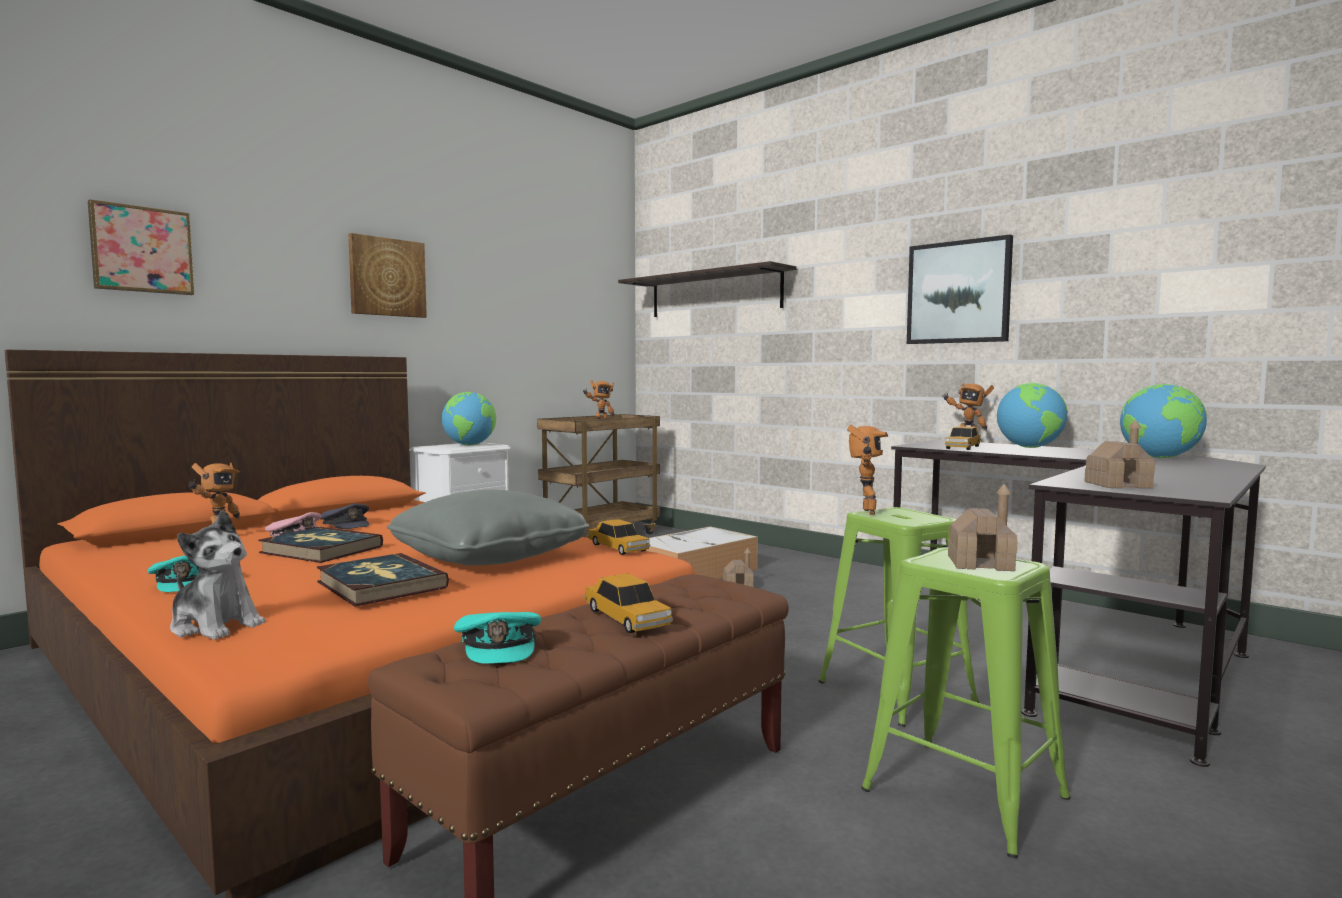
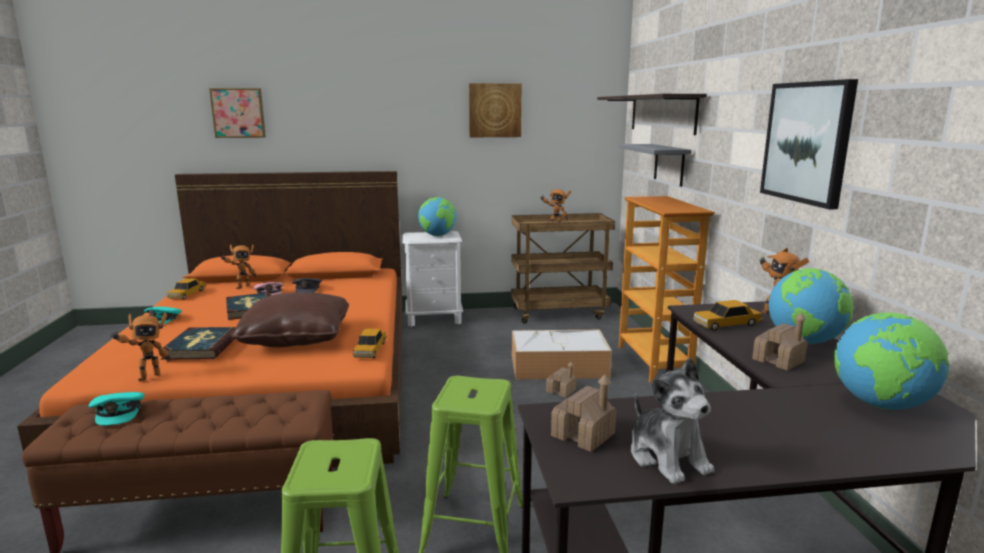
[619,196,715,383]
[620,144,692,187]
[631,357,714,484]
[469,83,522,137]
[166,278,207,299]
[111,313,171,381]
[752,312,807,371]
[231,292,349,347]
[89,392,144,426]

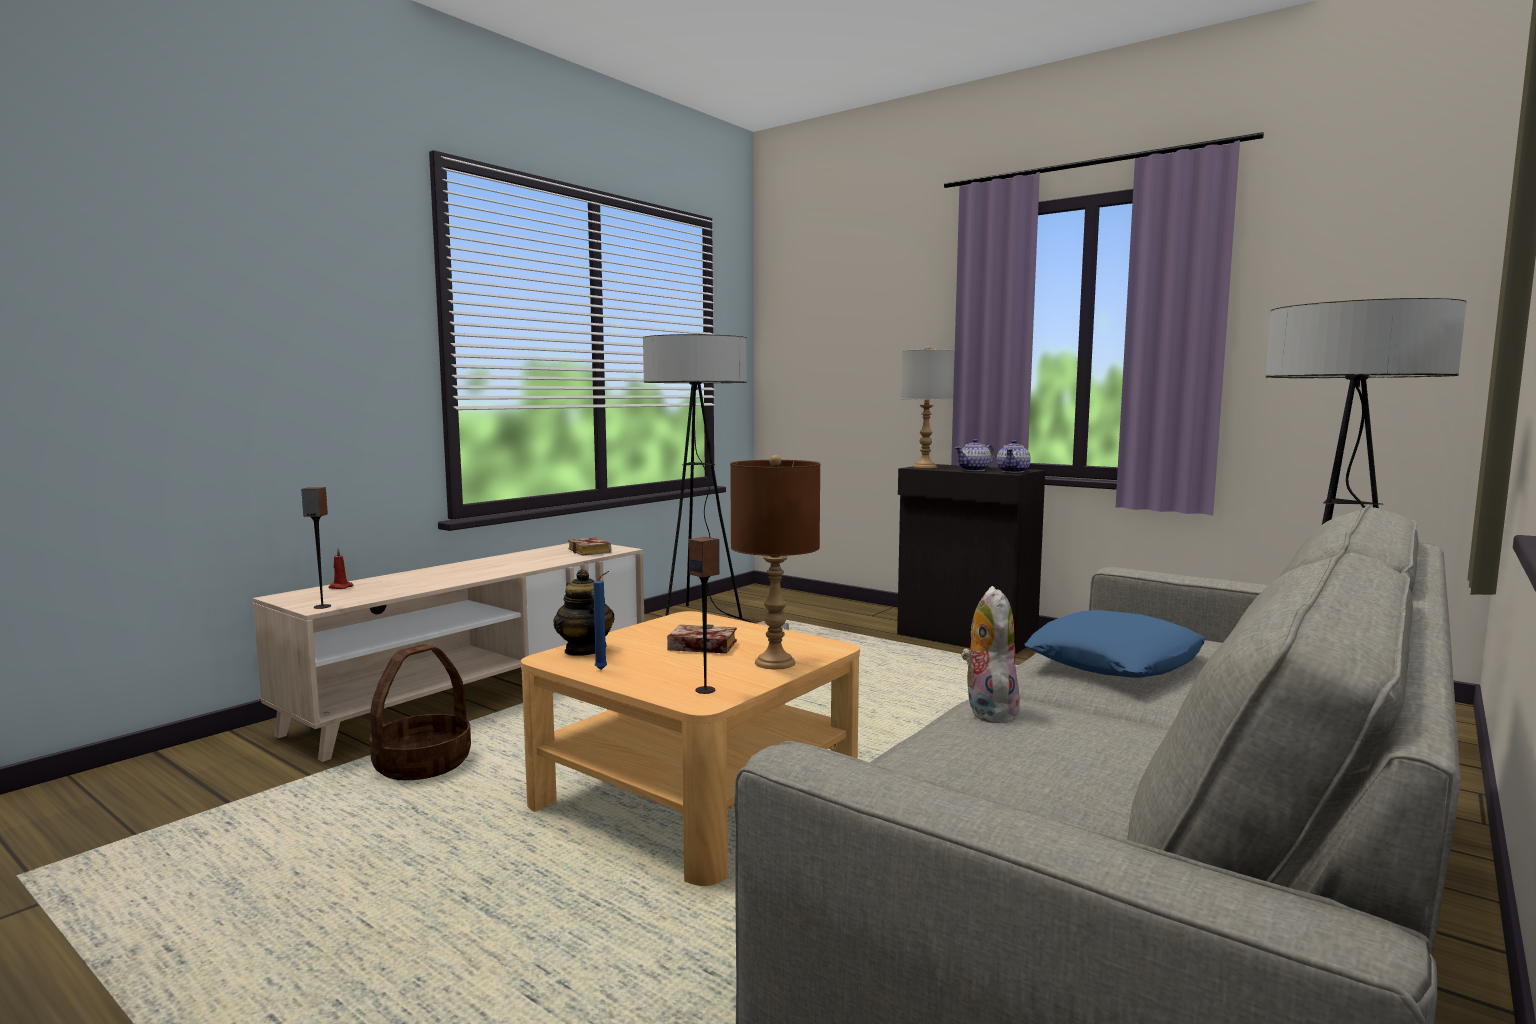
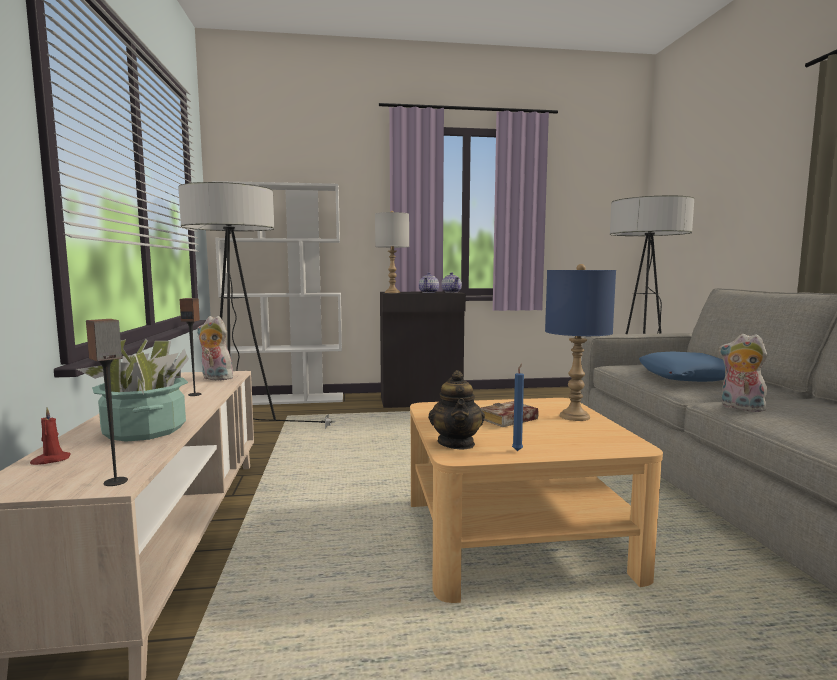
[370,644,471,780] (first image)
[77,339,189,442]
[212,181,343,405]
[180,298,201,396]
[197,316,235,380]
[545,264,616,421]
[428,370,485,449]

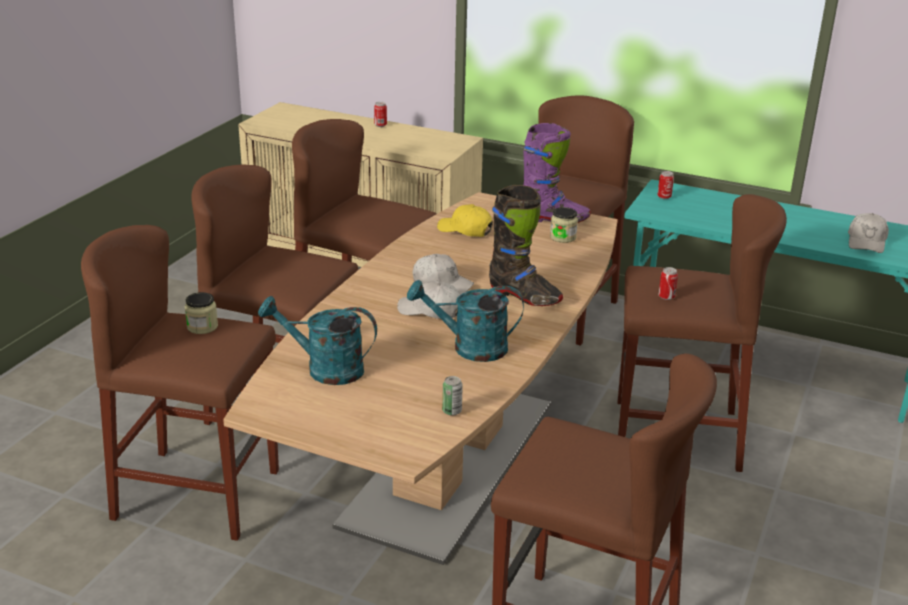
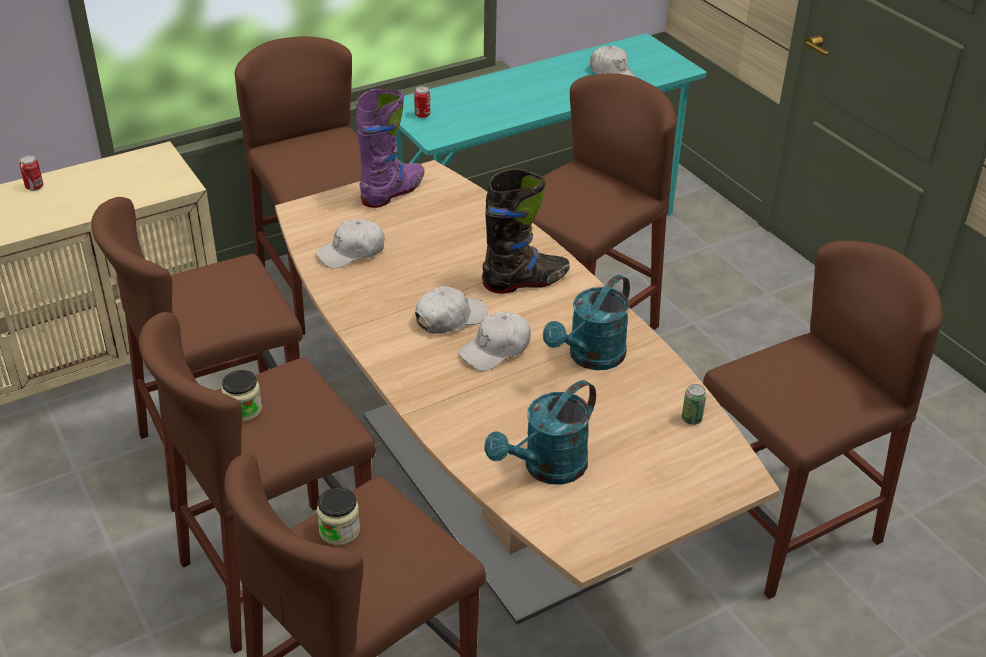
[659,267,678,300] (first image)
[221,370,262,422]
[316,219,385,269]

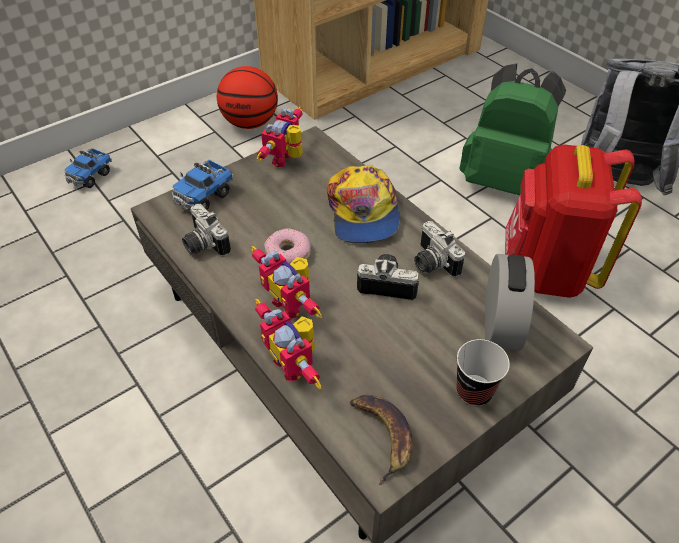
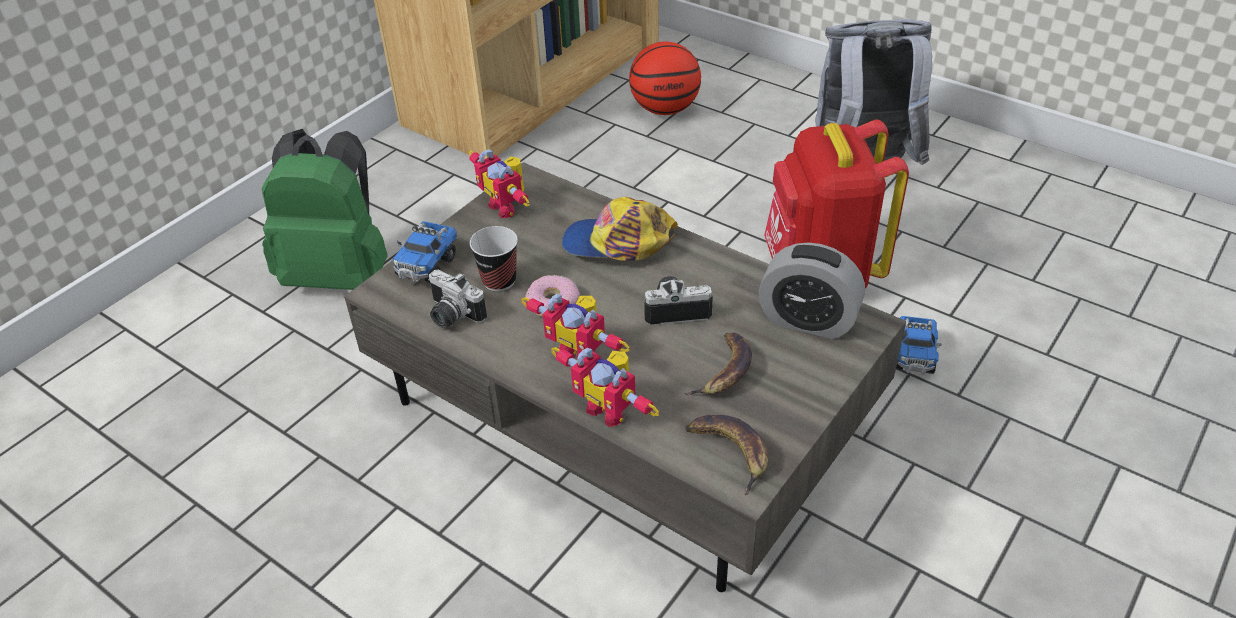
[414,221,465,277] (first image)
[684,333,752,396]
[896,316,942,375]
[629,42,701,115]
[470,226,518,292]
[262,129,388,290]
[468,149,530,218]
[562,197,678,261]
[759,242,865,339]

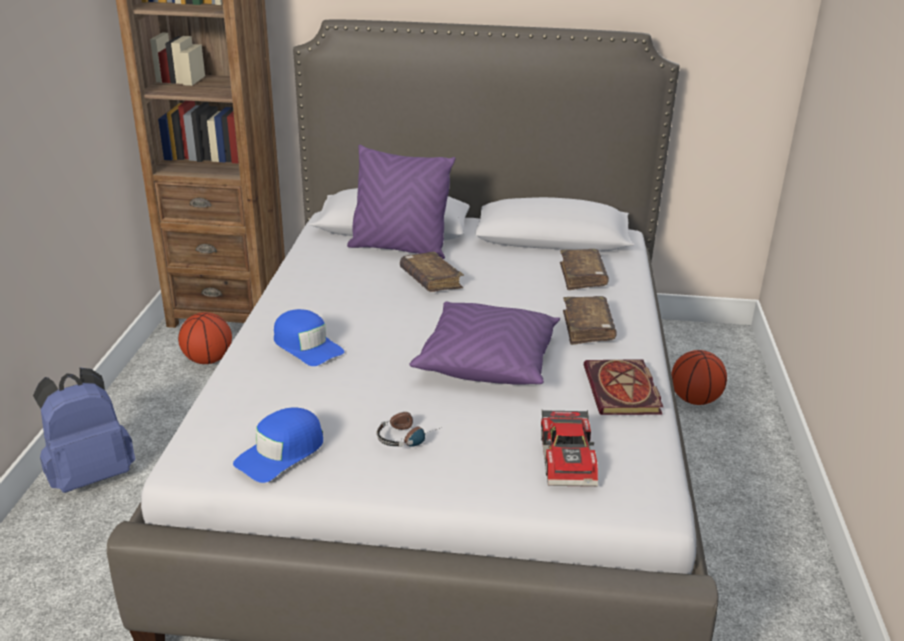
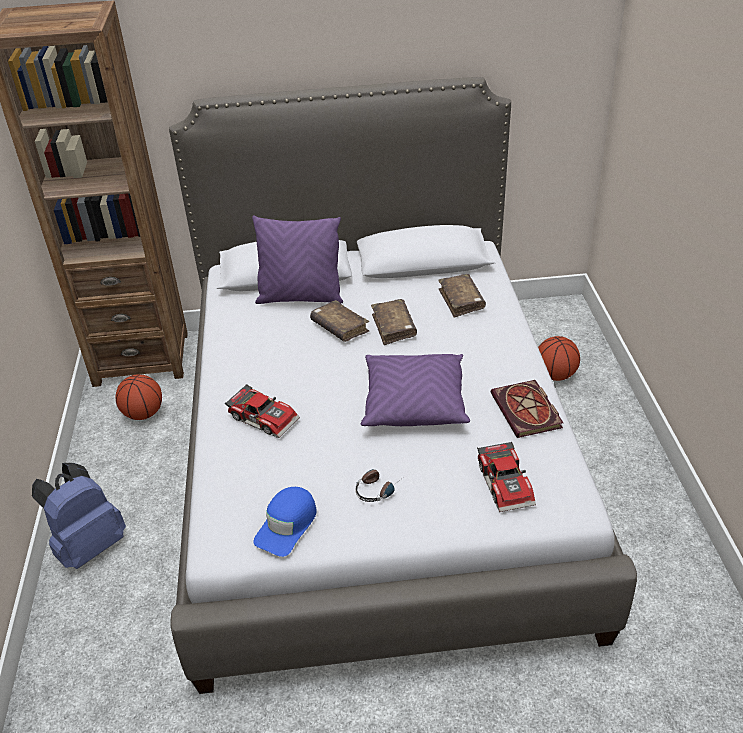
[371,299,417,345]
[225,384,300,438]

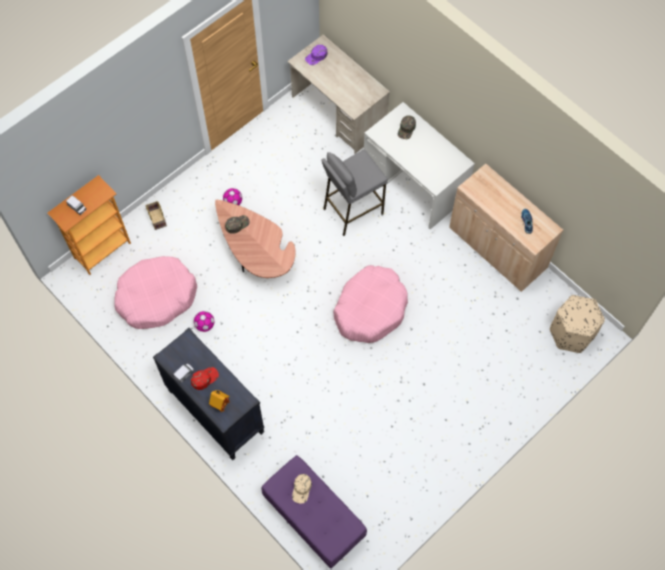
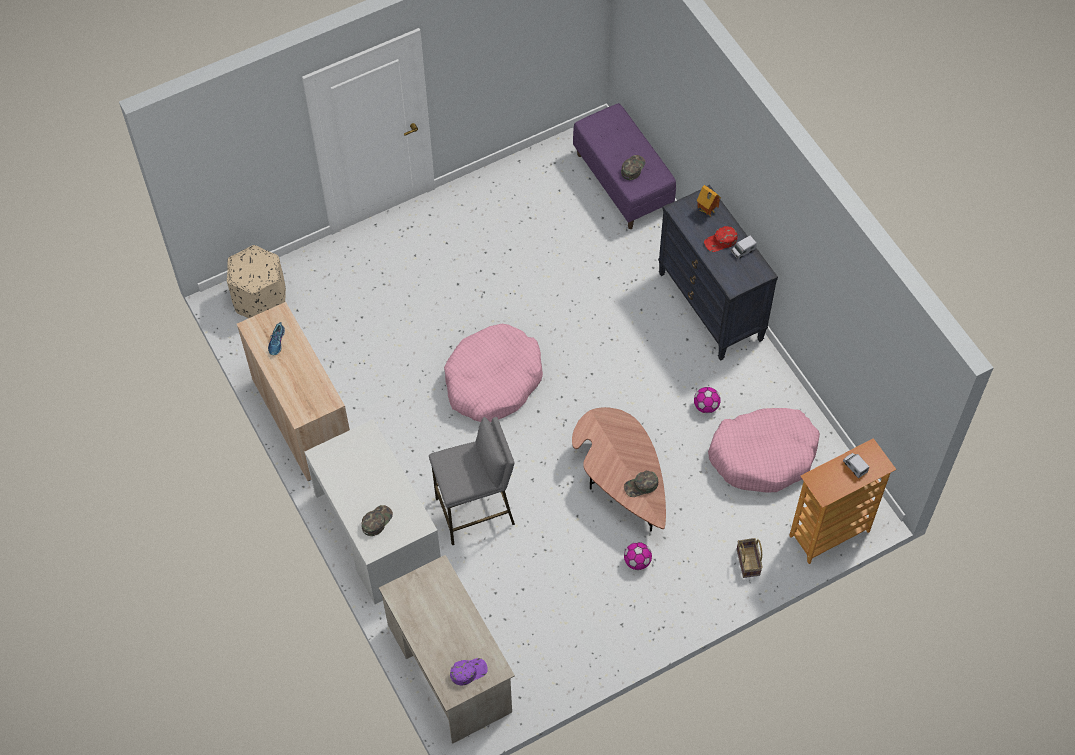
[621,155,645,180]

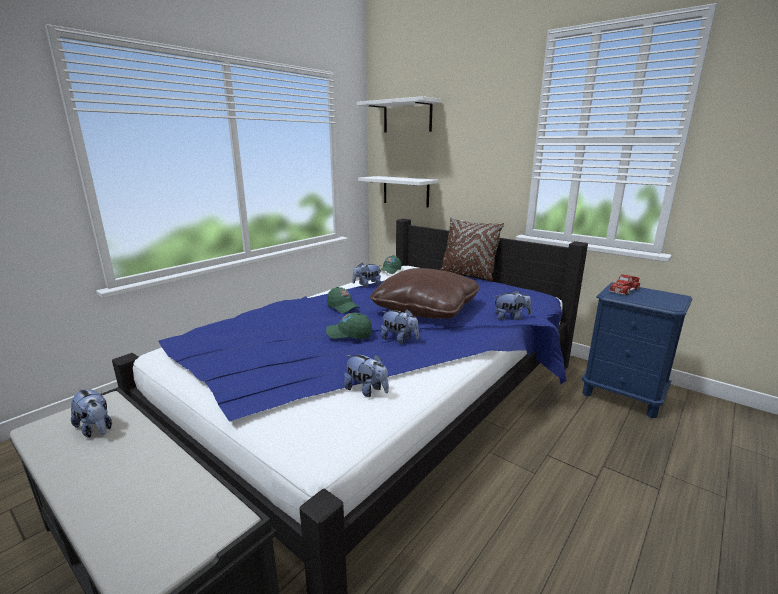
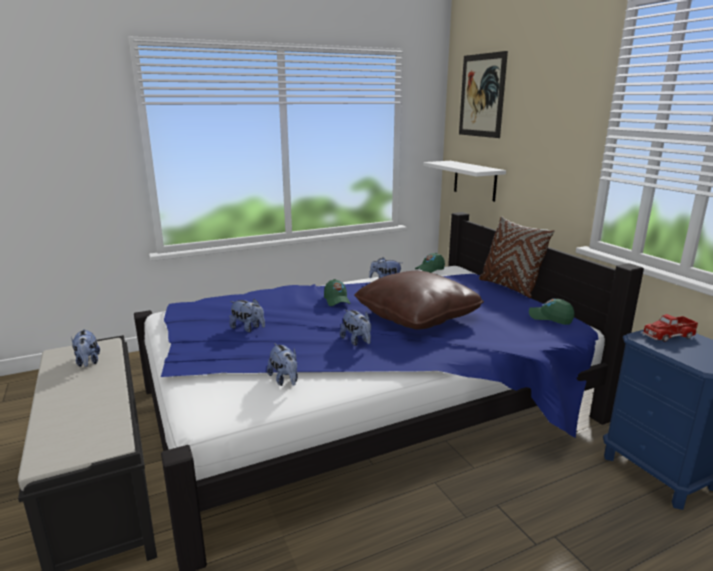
[529,299,575,325]
[229,299,265,332]
[459,51,508,138]

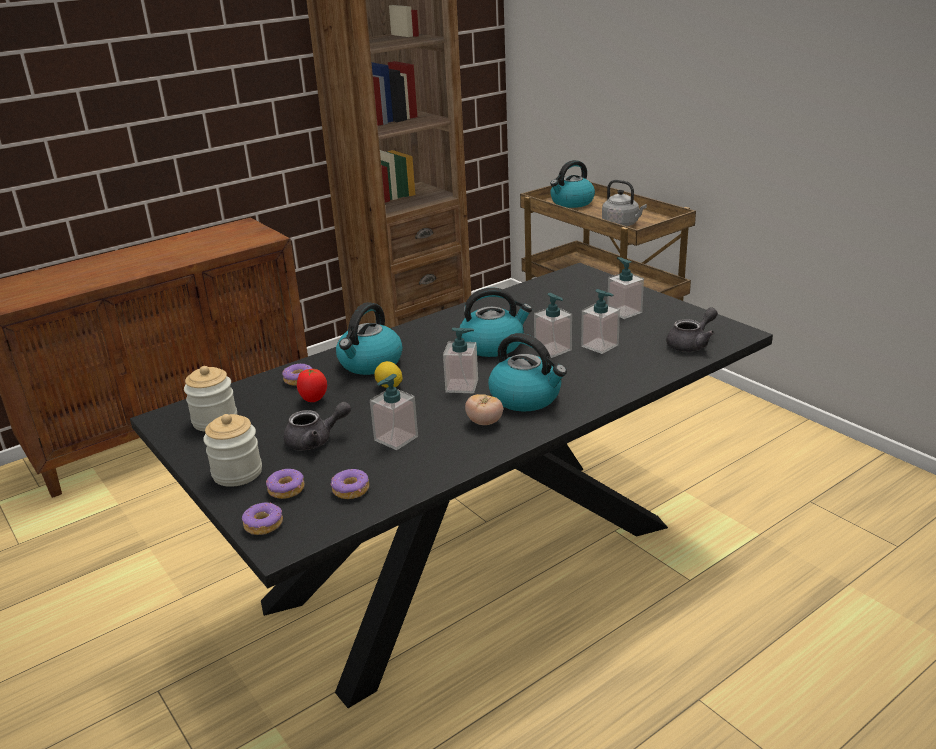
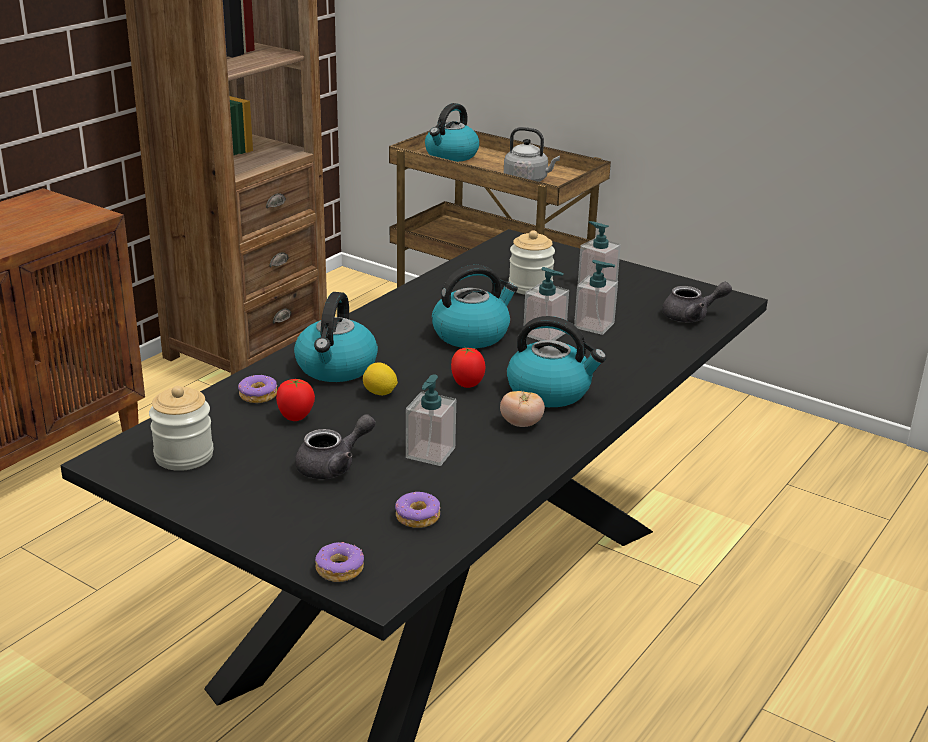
[266,469,305,499] (first image)
[509,230,555,295]
[451,347,485,388]
[662,282,732,322]

